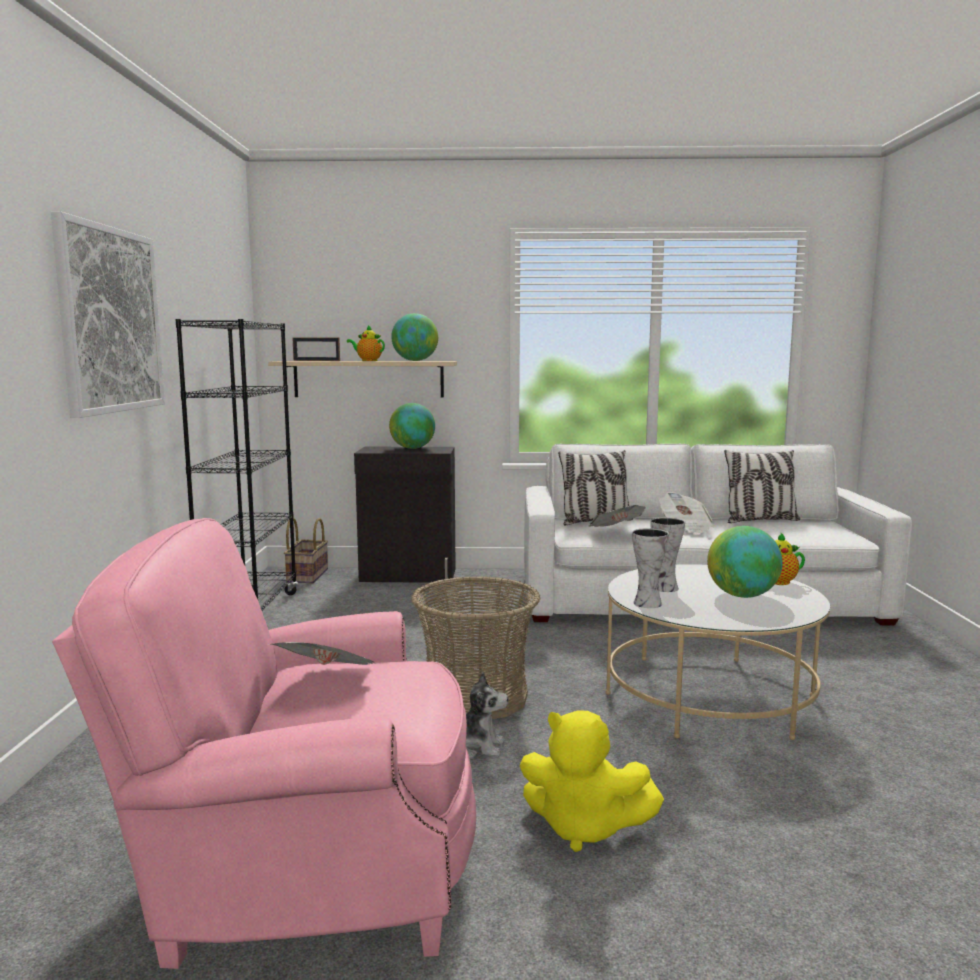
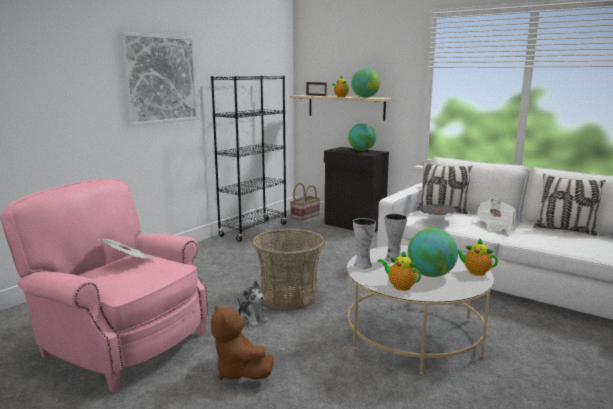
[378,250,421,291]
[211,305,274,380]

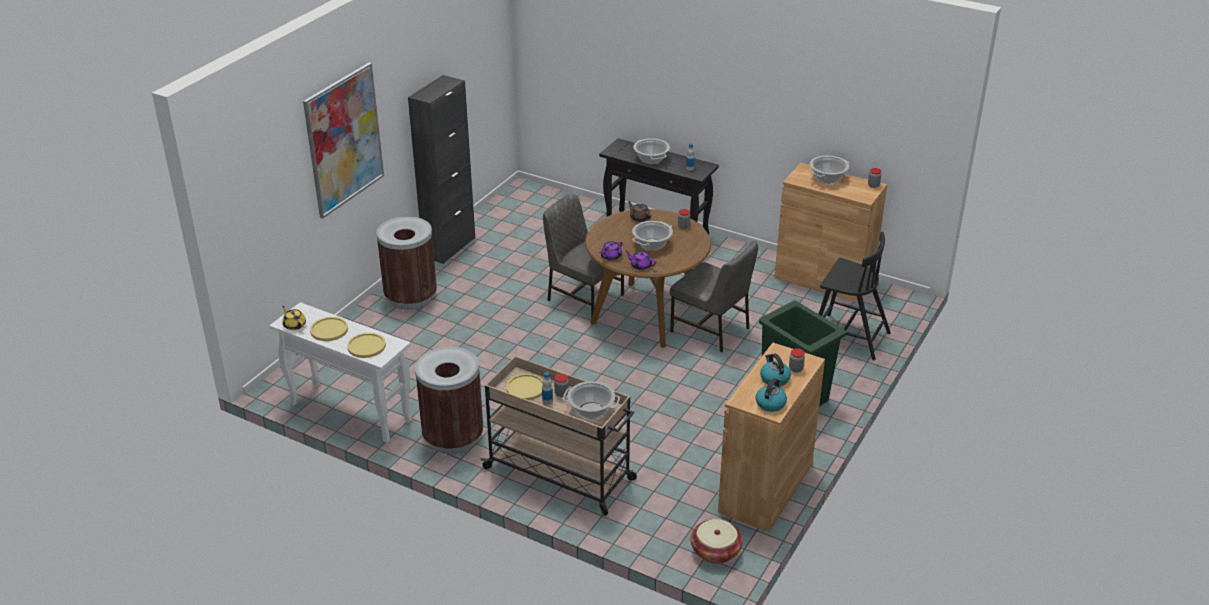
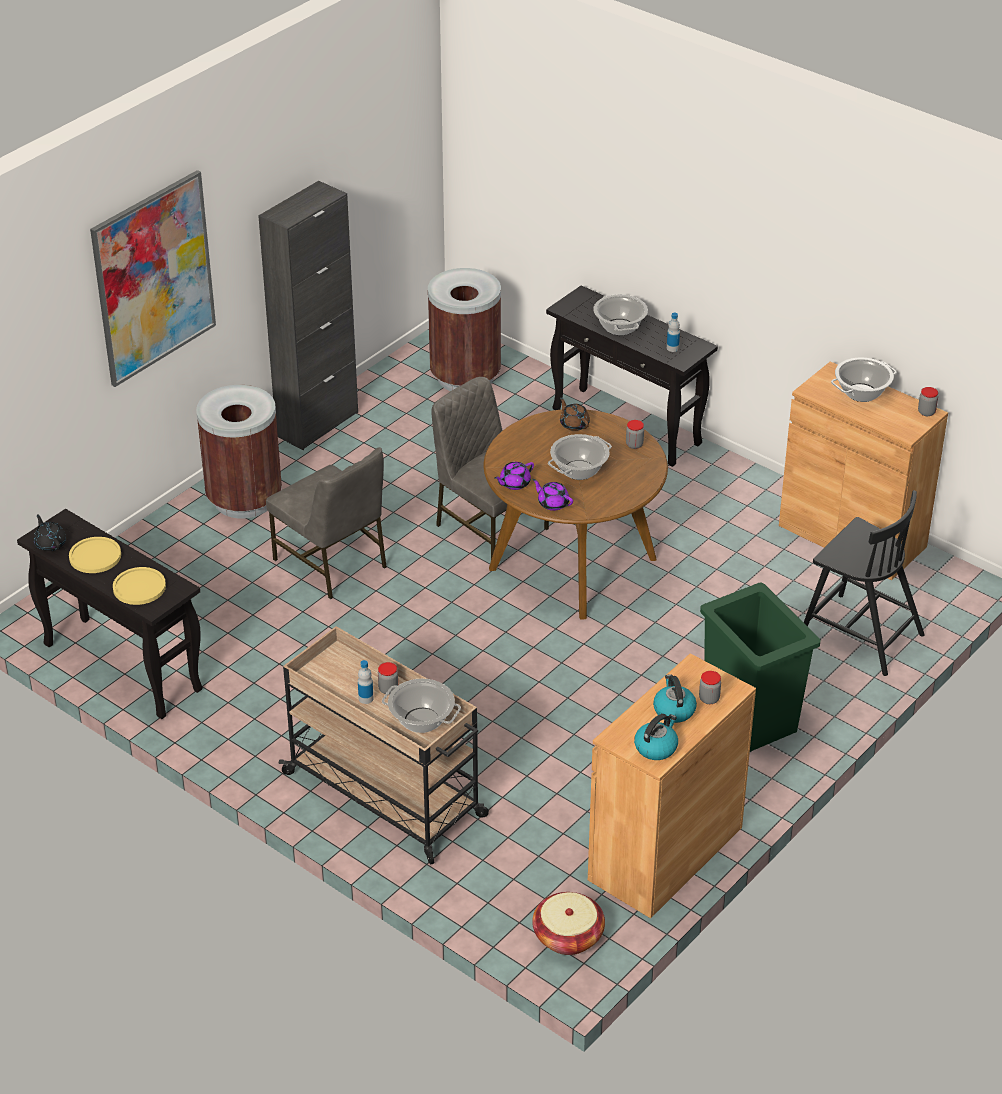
[506,374,543,400] (first image)
[428,268,501,391]
[266,447,387,599]
[17,509,203,719]
[34,514,66,551]

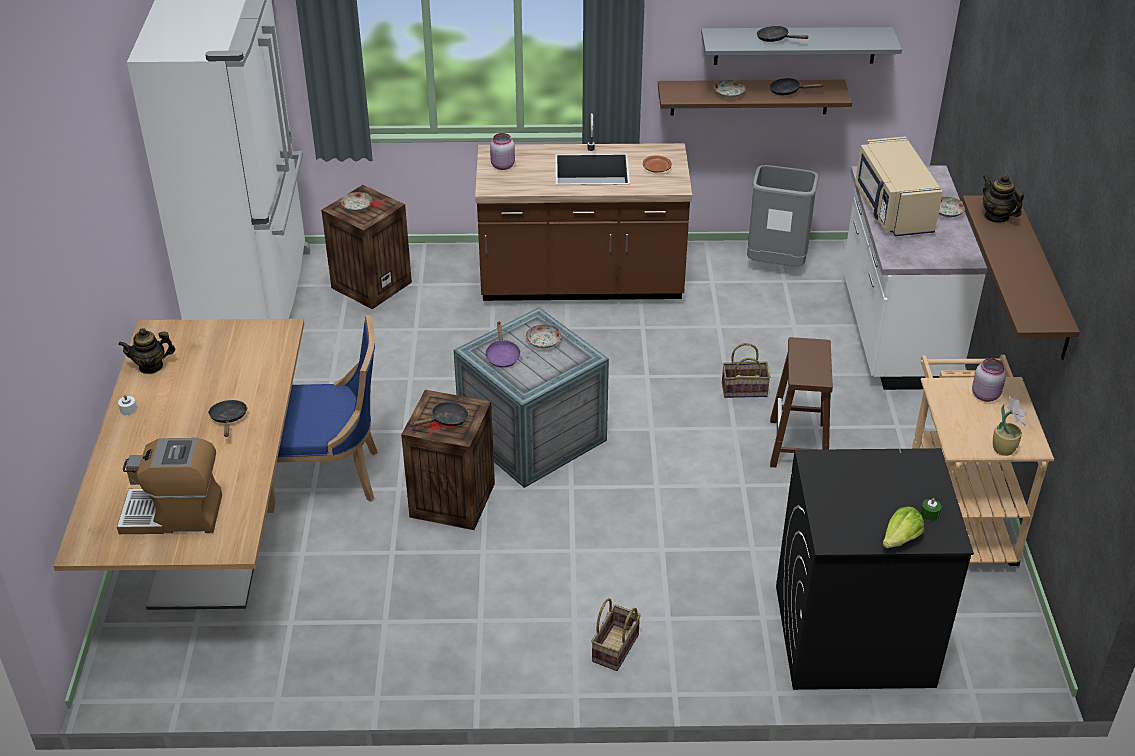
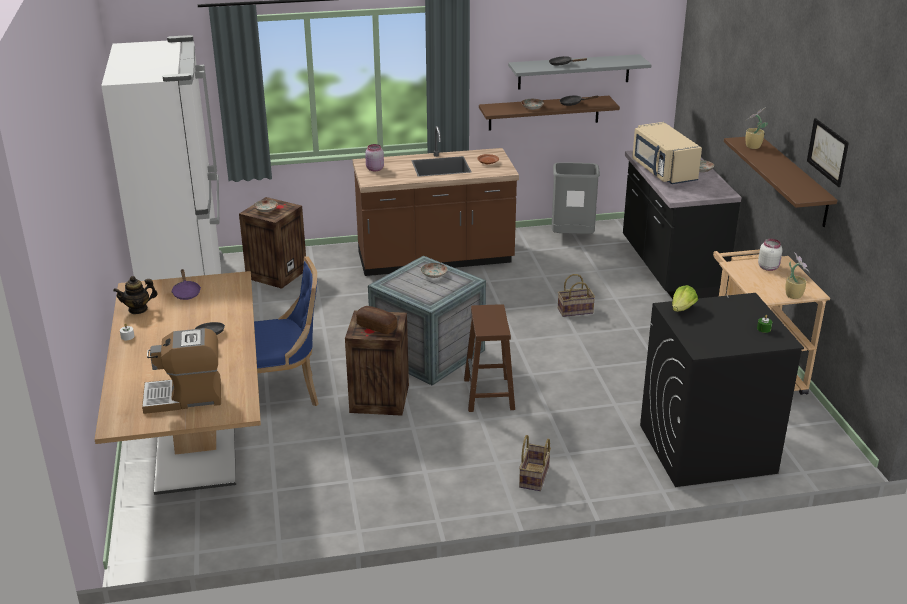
[807,118,849,187]
[171,269,201,300]
[464,304,515,412]
[672,285,698,312]
[356,306,397,334]
[745,107,768,149]
[623,150,741,299]
[758,239,782,271]

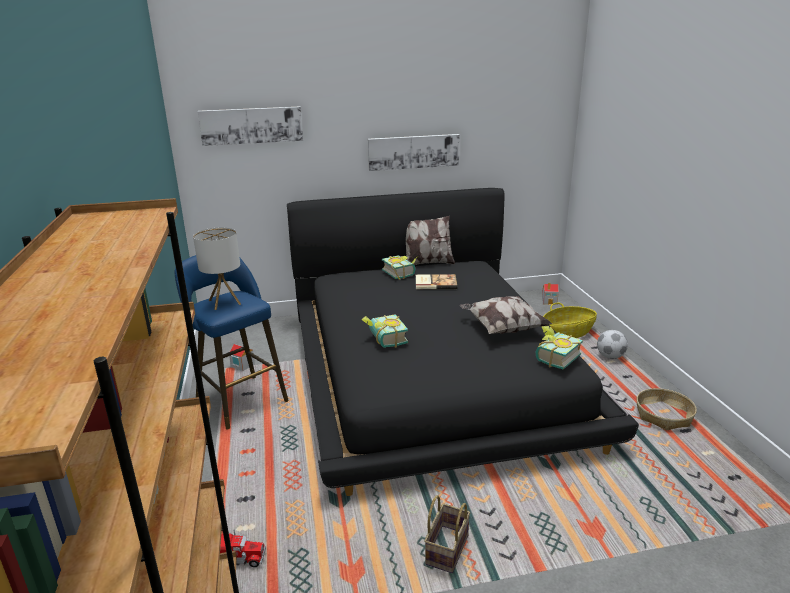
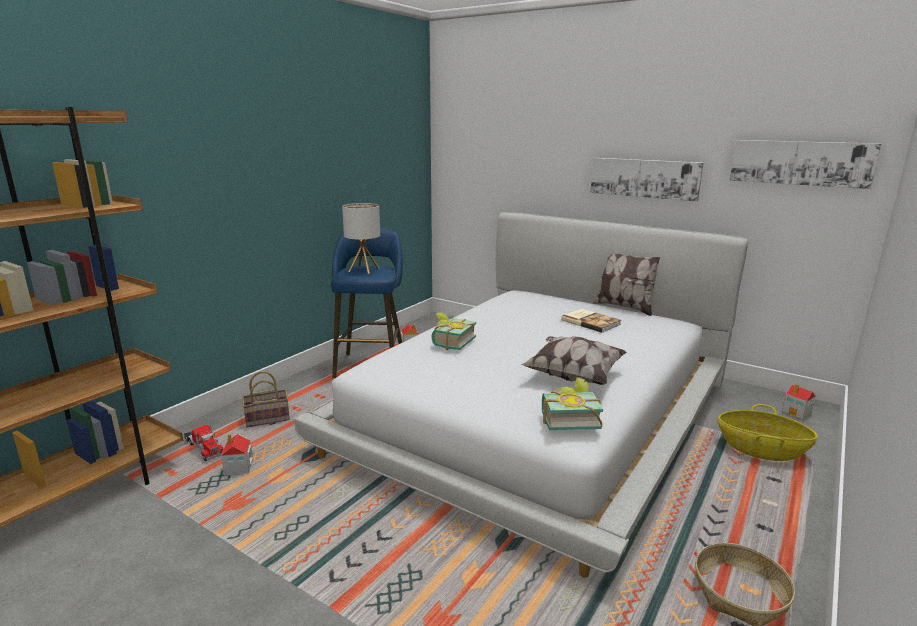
[382,255,418,280] (first image)
[597,330,628,359] (first image)
[221,433,253,476]
[730,140,881,189]
[242,371,290,427]
[294,212,748,578]

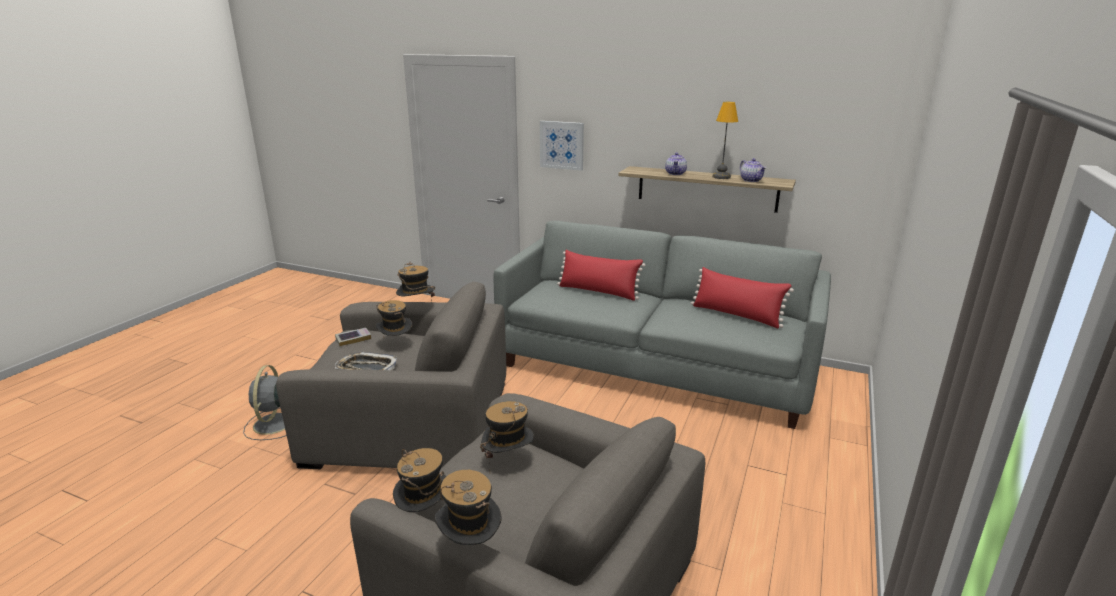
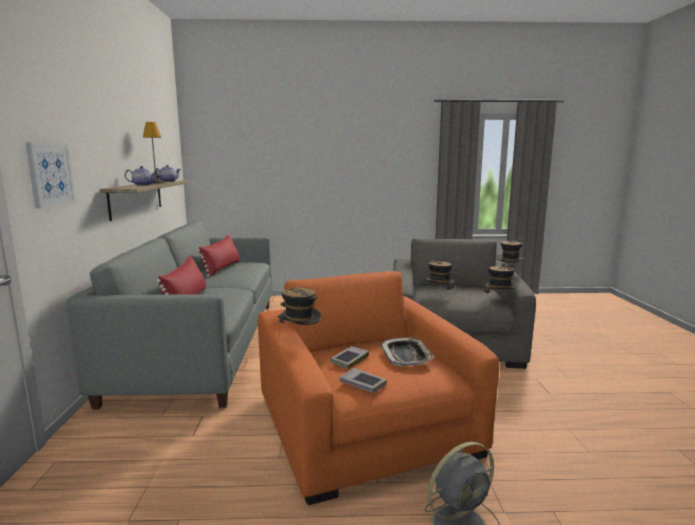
[330,346,369,369]
[258,271,499,505]

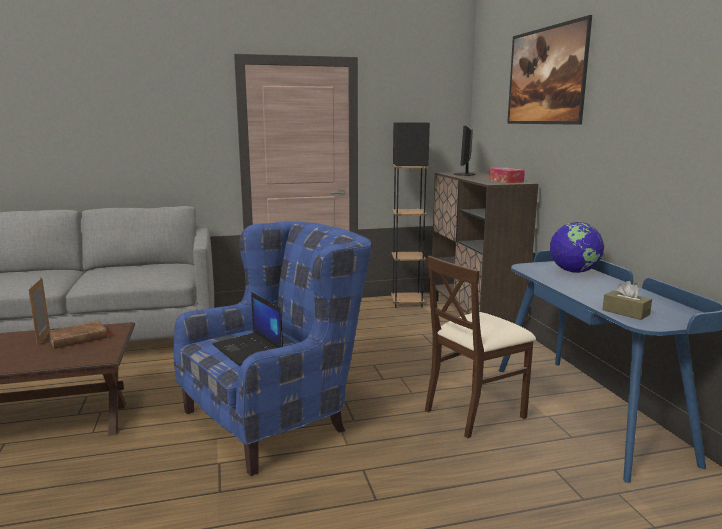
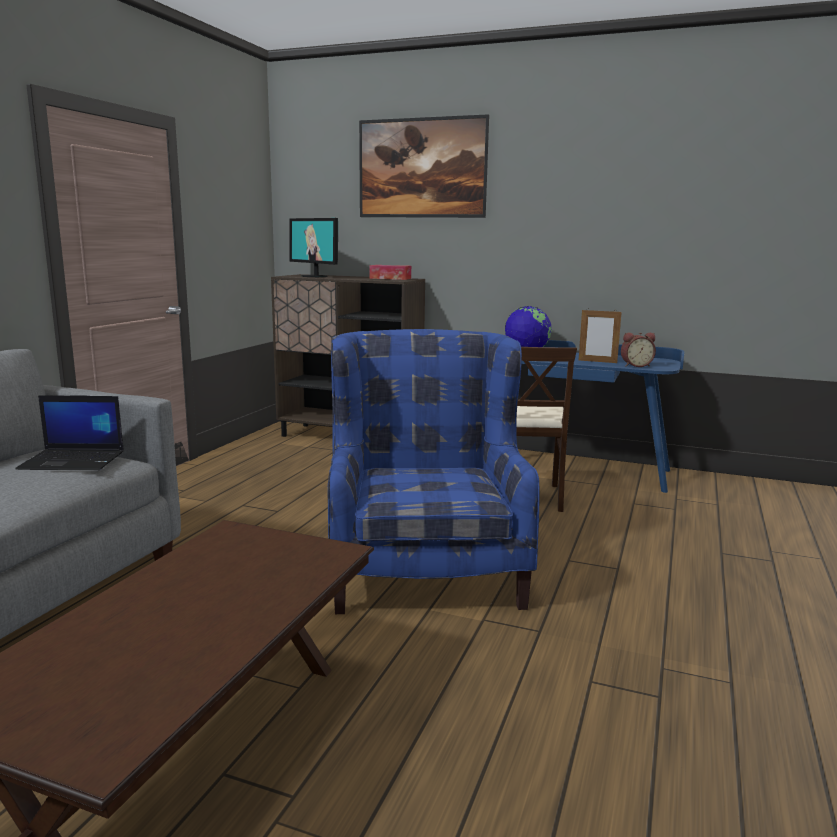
[48,321,114,349] (first image)
[391,123,430,308] (first image)
[579,310,622,363]
[15,395,124,470]
[621,333,656,367]

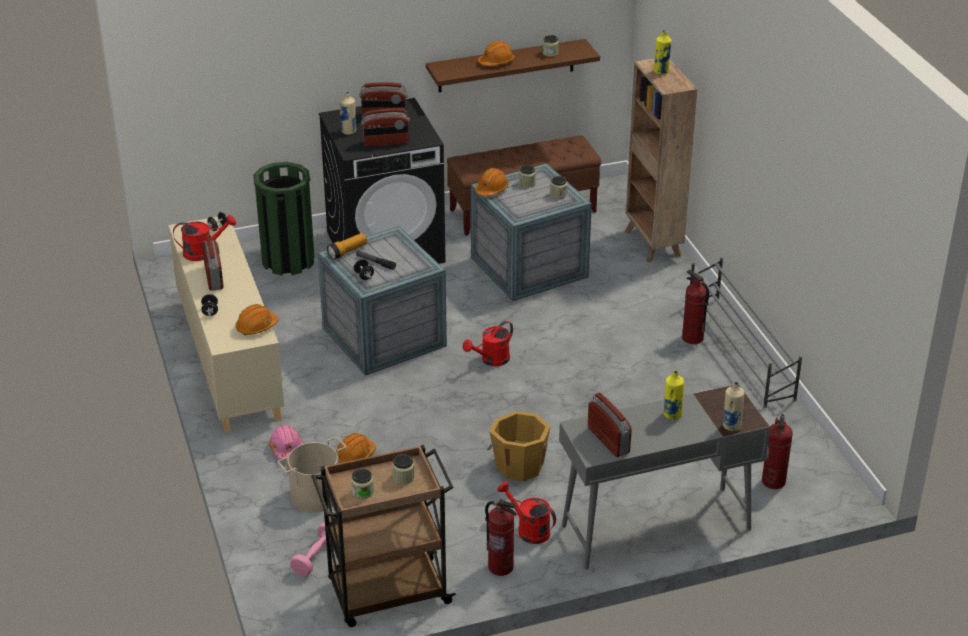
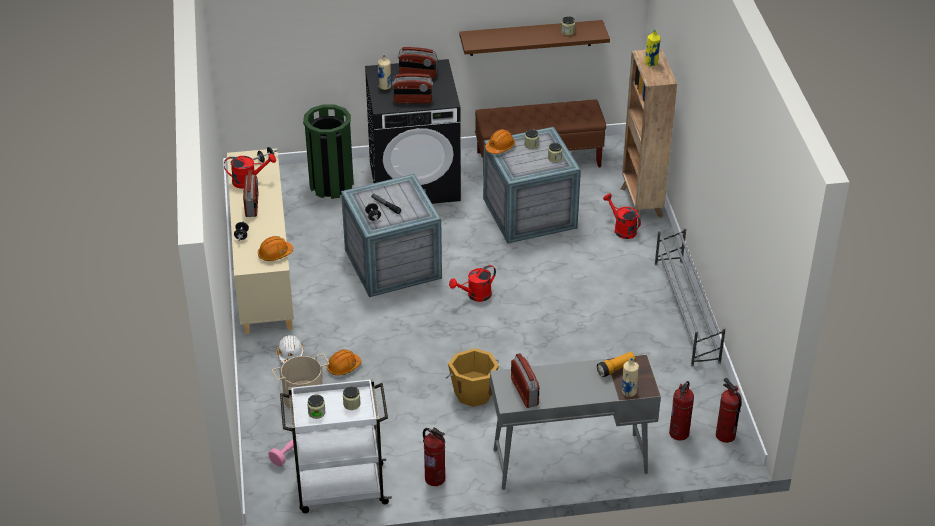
[478,41,515,66] (first image)
[664,370,684,420] (first image)
[597,352,636,377]
[603,194,641,239]
[716,378,742,443]
[277,335,304,364]
[280,379,392,513]

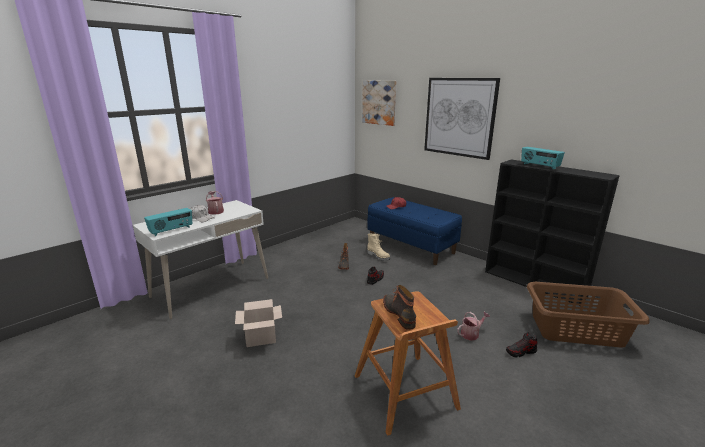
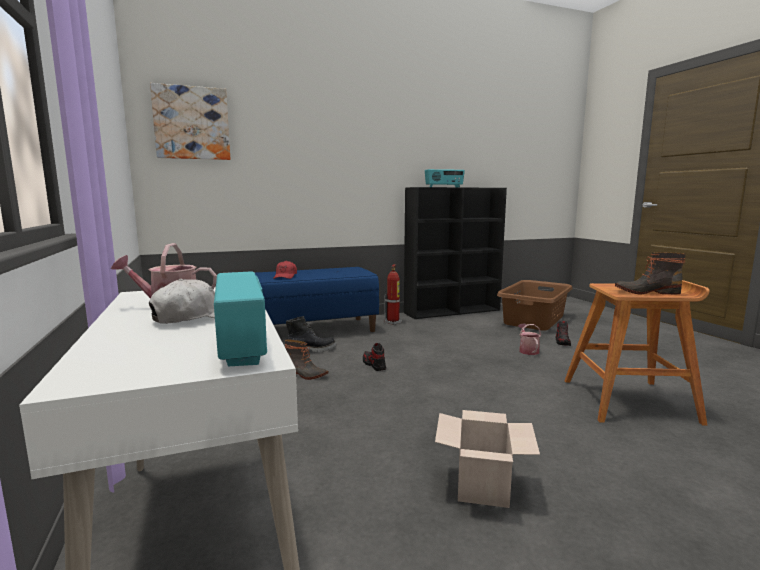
[424,78,500,160] (first image)
[384,264,402,325]
[286,316,336,352]

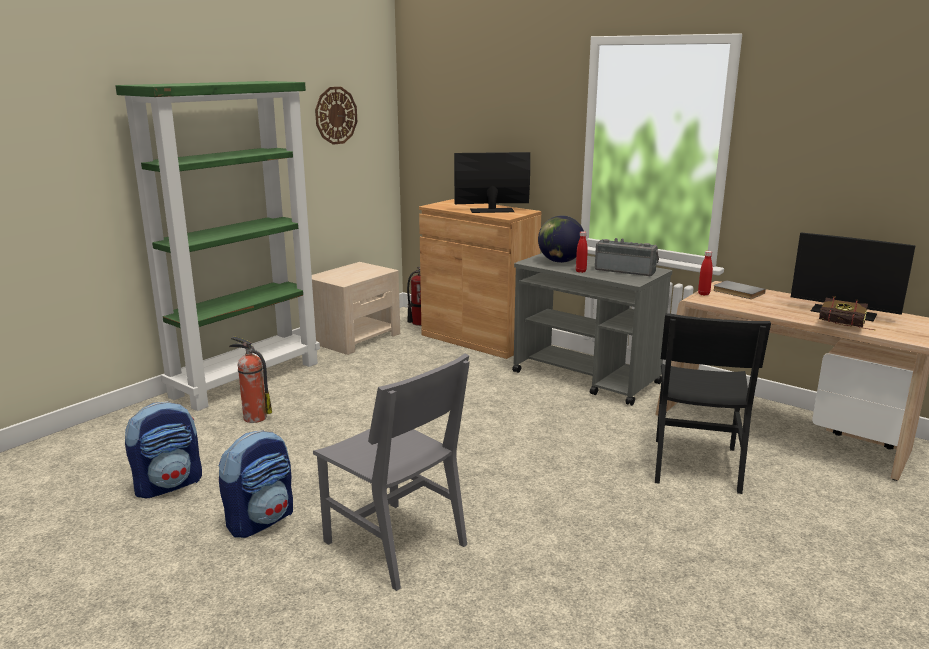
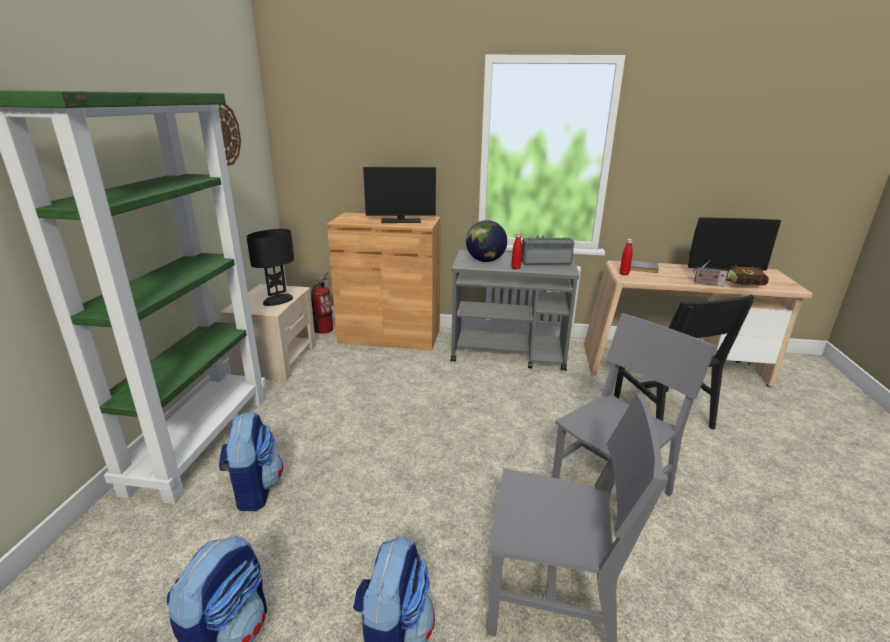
[247,229,294,306]
[552,313,716,538]
[693,260,728,287]
[219,412,283,511]
[363,167,436,223]

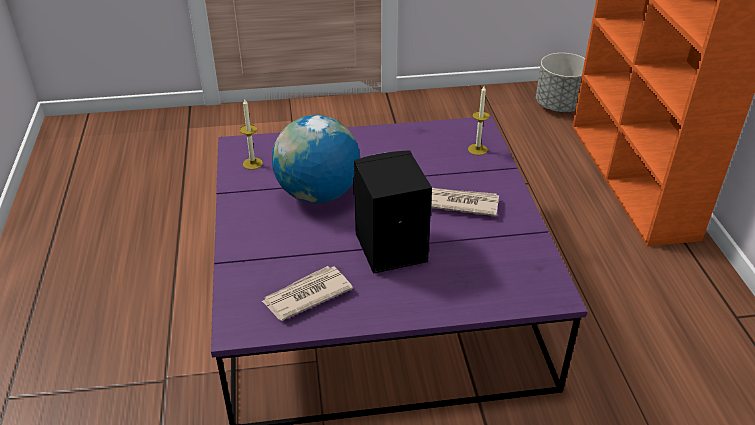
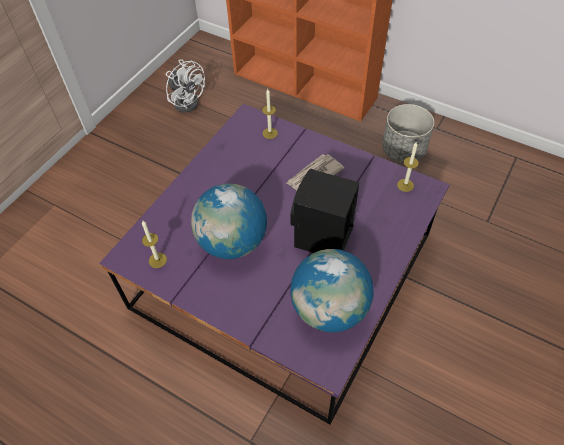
[166,60,205,112]
[397,141,419,192]
[382,104,434,162]
[290,249,373,333]

